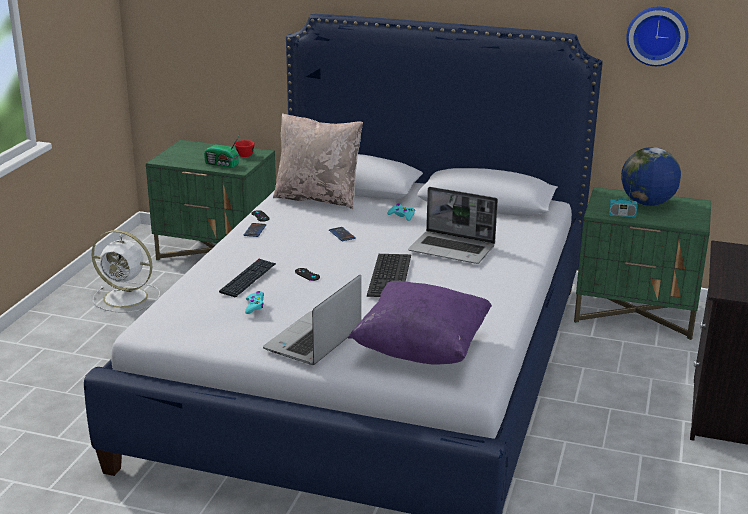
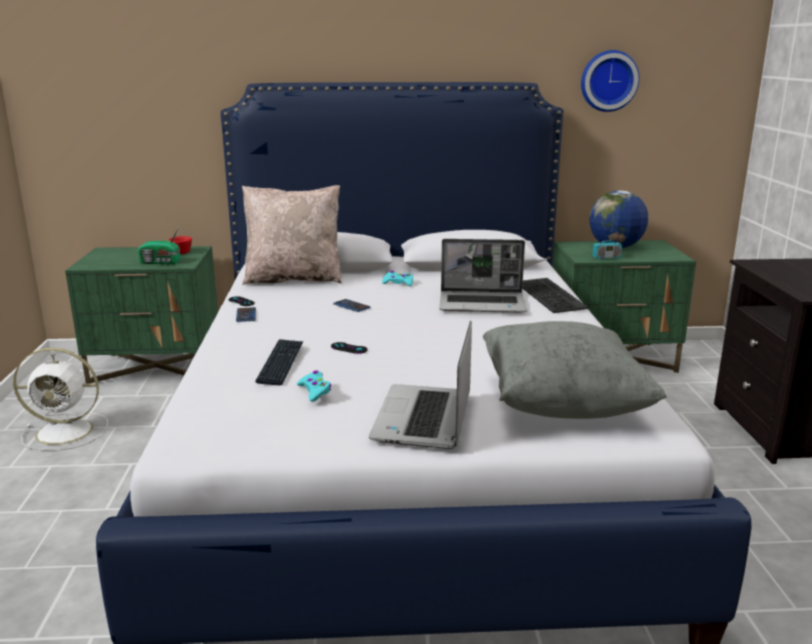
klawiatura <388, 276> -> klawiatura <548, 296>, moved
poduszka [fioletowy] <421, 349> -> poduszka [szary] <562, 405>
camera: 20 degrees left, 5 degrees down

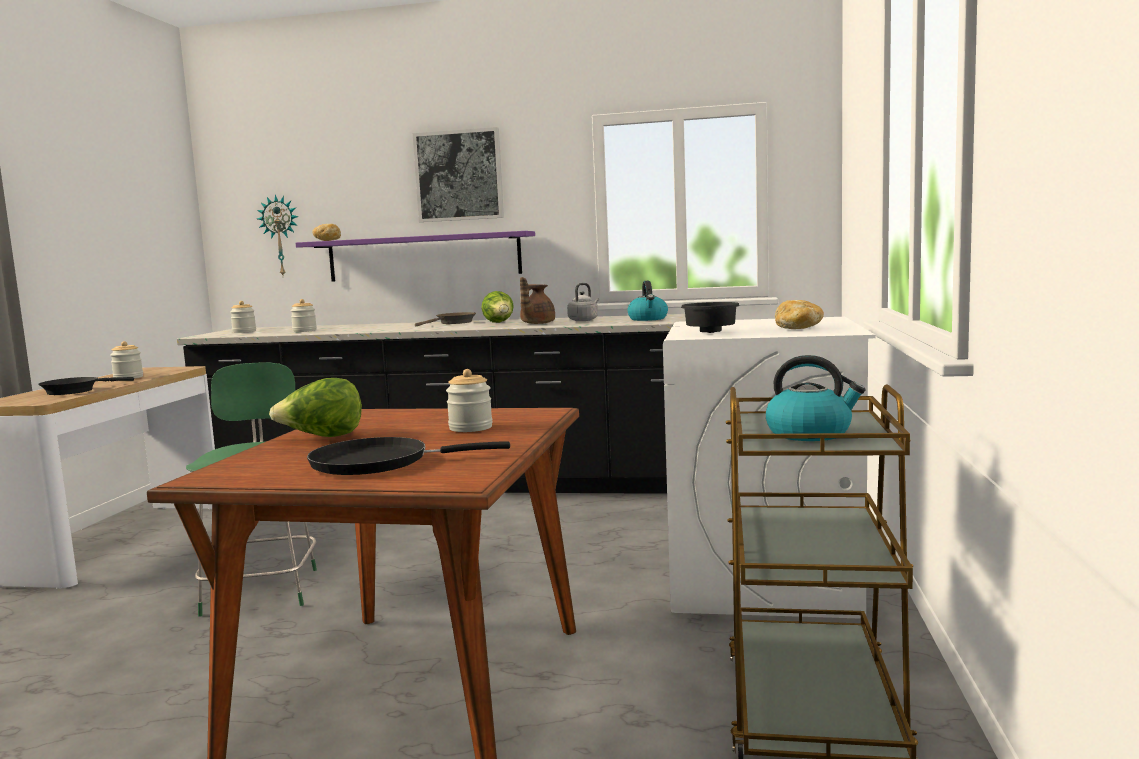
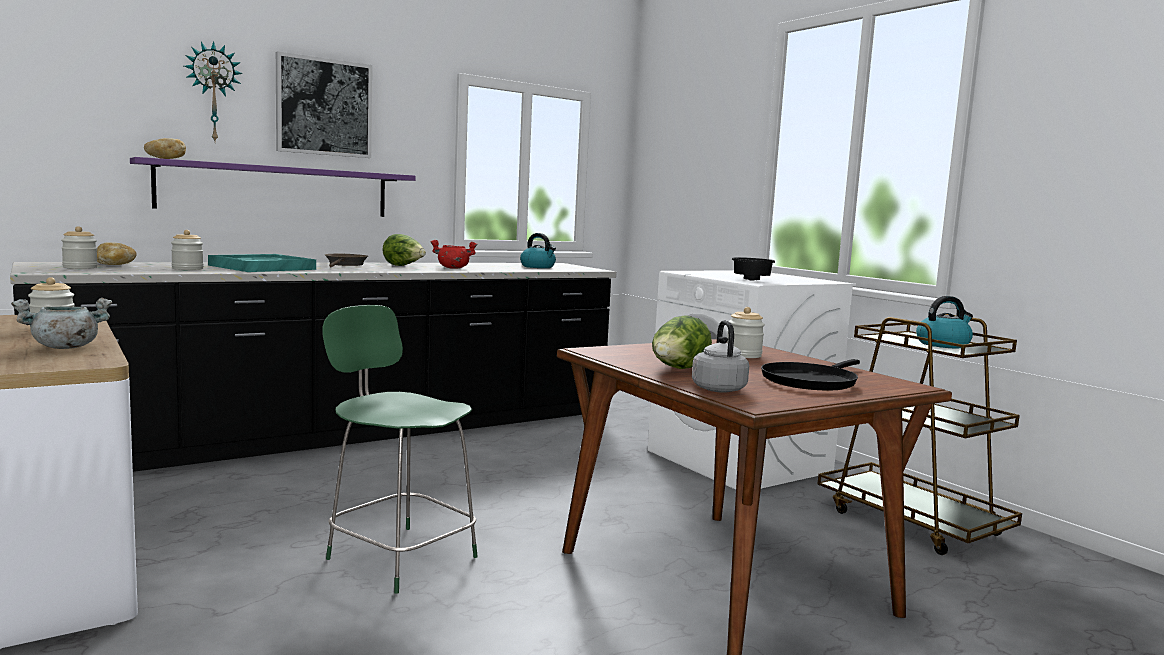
none -> taca [turkusowy] <261, 267>
zegar ścienny <281, 236> -> zegar ścienny <213, 92>, moved
czajnik [szary] <584, 320> -> czajnik [szary] <718, 388>, moved
chleb <798, 329> -> chleb <115, 265>, moved
patelnia [czarny] <75, 391> -> garnek [szary] <65, 347>
imbryk [brązowy] <536, 323> -> garnek [czerwony] <453, 268>
camera: 45 degrees left, 0 degrees up

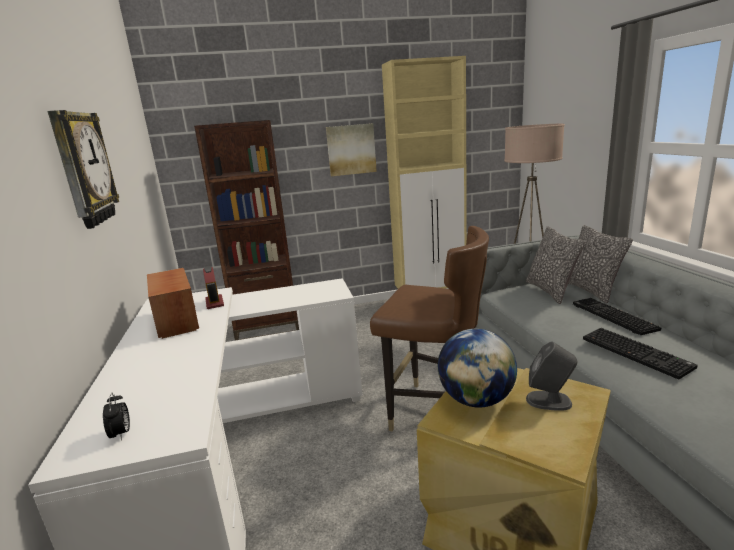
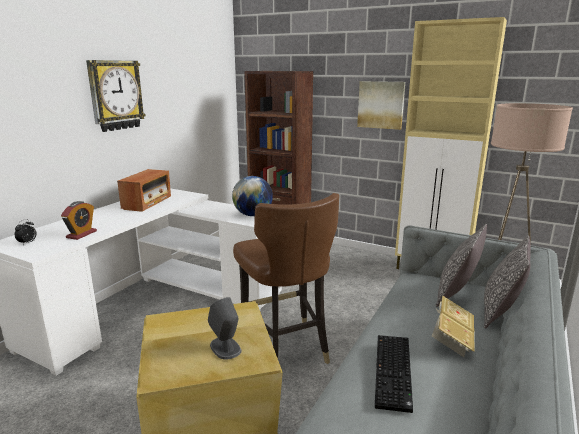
budzik <214, 302> -> budzik <81, 234>, moved
globus <476, 400> -> globus <253, 215>, moved
klawiatura <611, 317> -> książka <452, 338>
camera: 40 degrees right, 0 degrees up

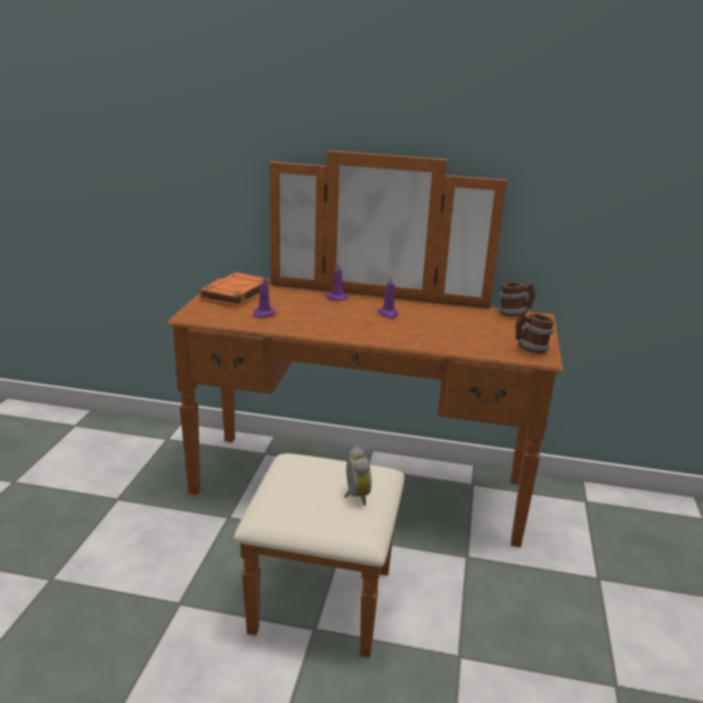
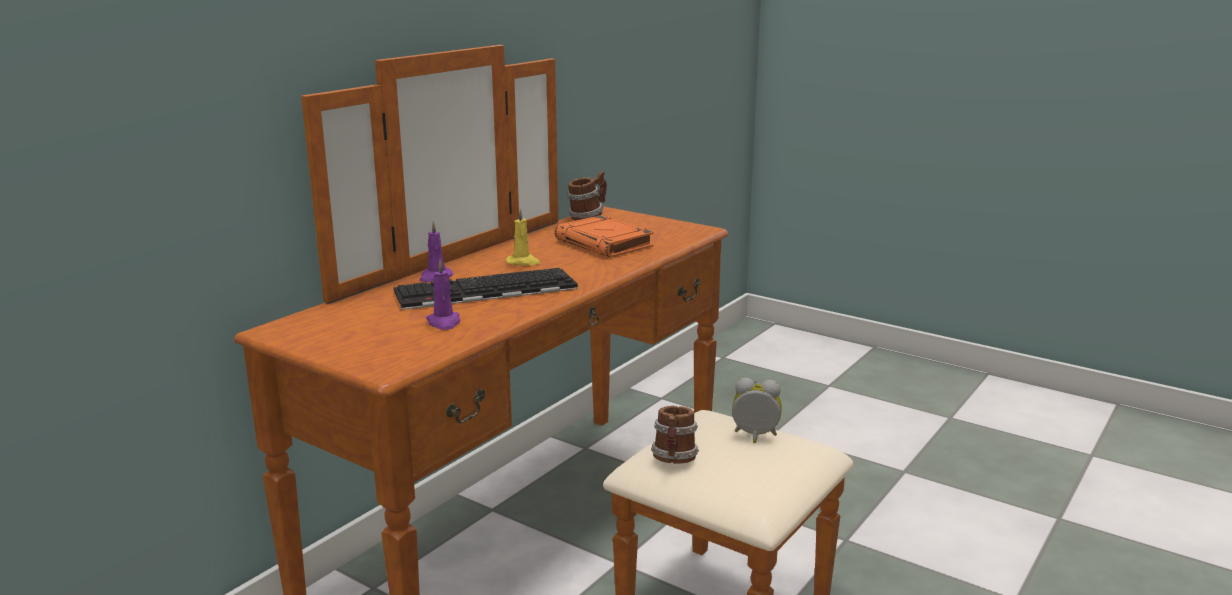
none -> klawiatura <484, 291>
książka [pomarańczowy] <235, 294> -> książka [pomarańczowy] <605, 243>, moved
kubek <530, 350> -> kubek <674, 460>, moved
świeca [fioletowy] <388, 314> -> świeca [żółty] <523, 262>
camera: 65 degrees left, 5 degrees down

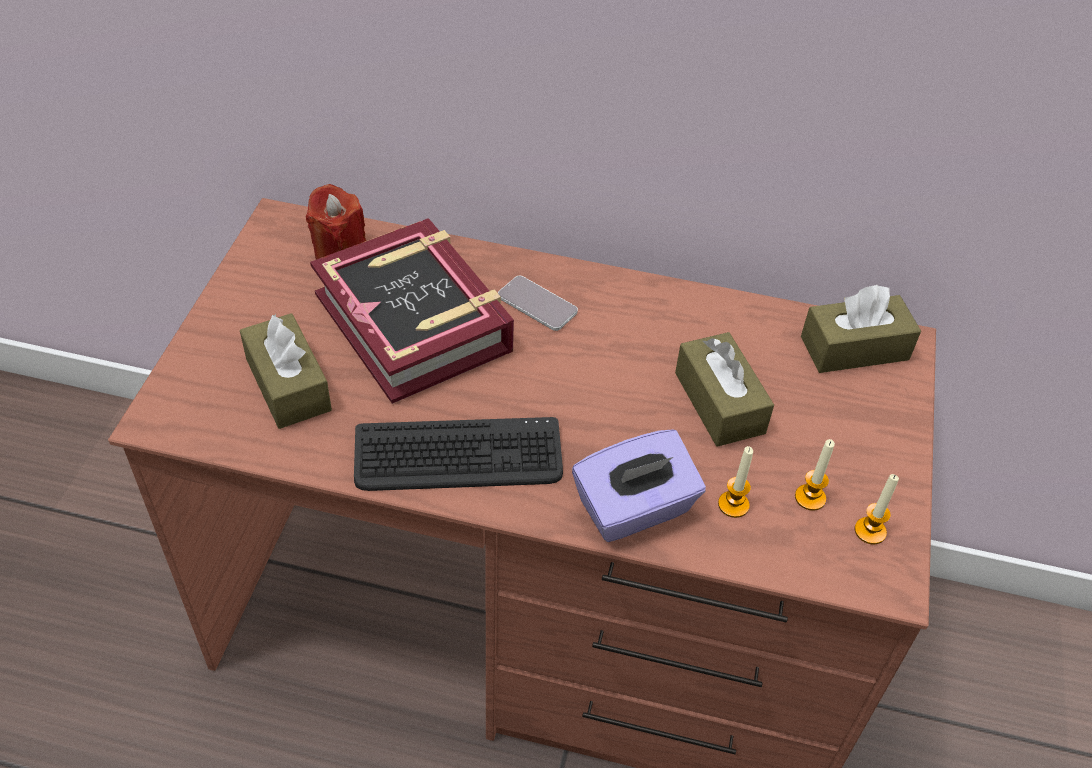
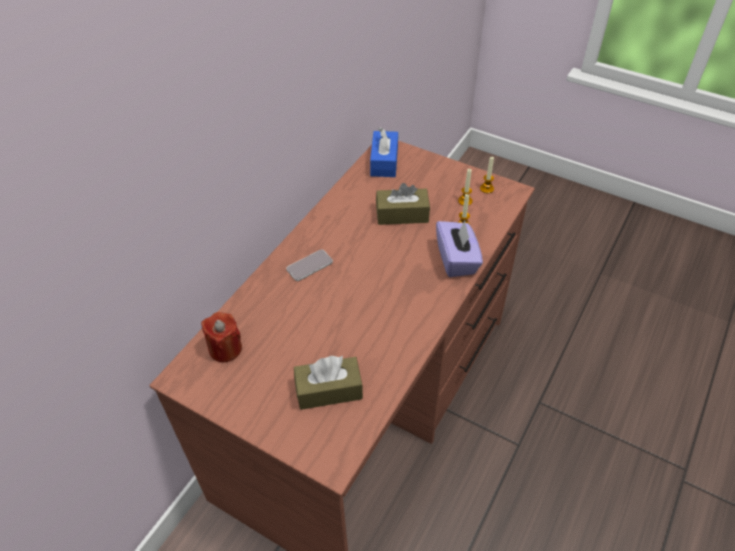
książka <414, 322> -> none
klawiatura <458, 457> -> none
pudełko chusteczek [brązowy] <854, 348> -> pudełko chusteczek [niebieski] <384, 161>
camera: 70 degrees left, 0 degrees up

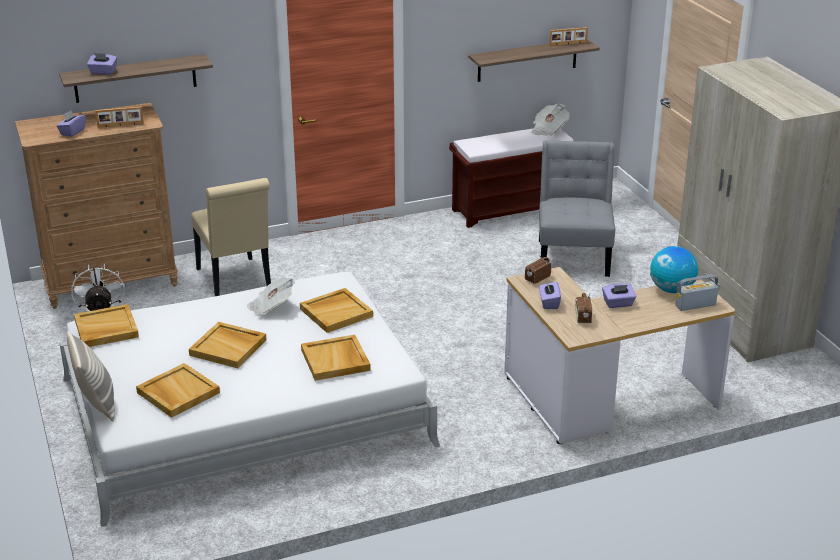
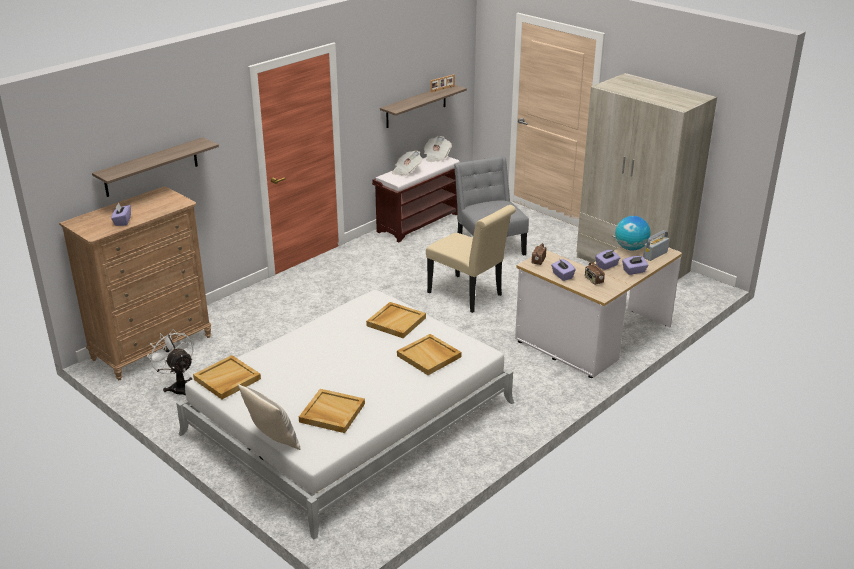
ramka na zdjęcie <120, 125> -> none
taca [beżowy] <229, 347> -> none
pudełko chusteczek [fioletowy] <103, 72> -> pudełko chusteczek [fioletowy] <634, 271>, moved
krzesło [beżowy] <235, 283> -> krzesło [beżowy] <468, 295>, moved
gazeta <271, 307> -> gazeta <406, 171>, moved
camera: 25 degrees left, 0 degrees up

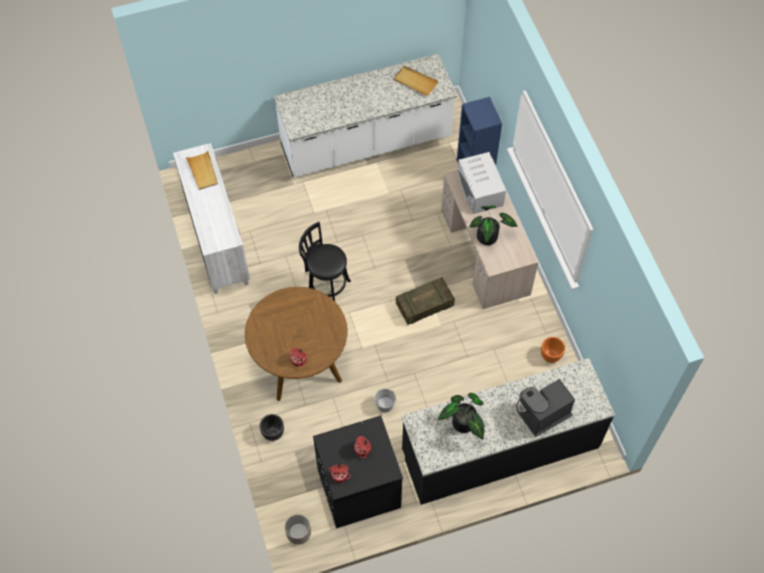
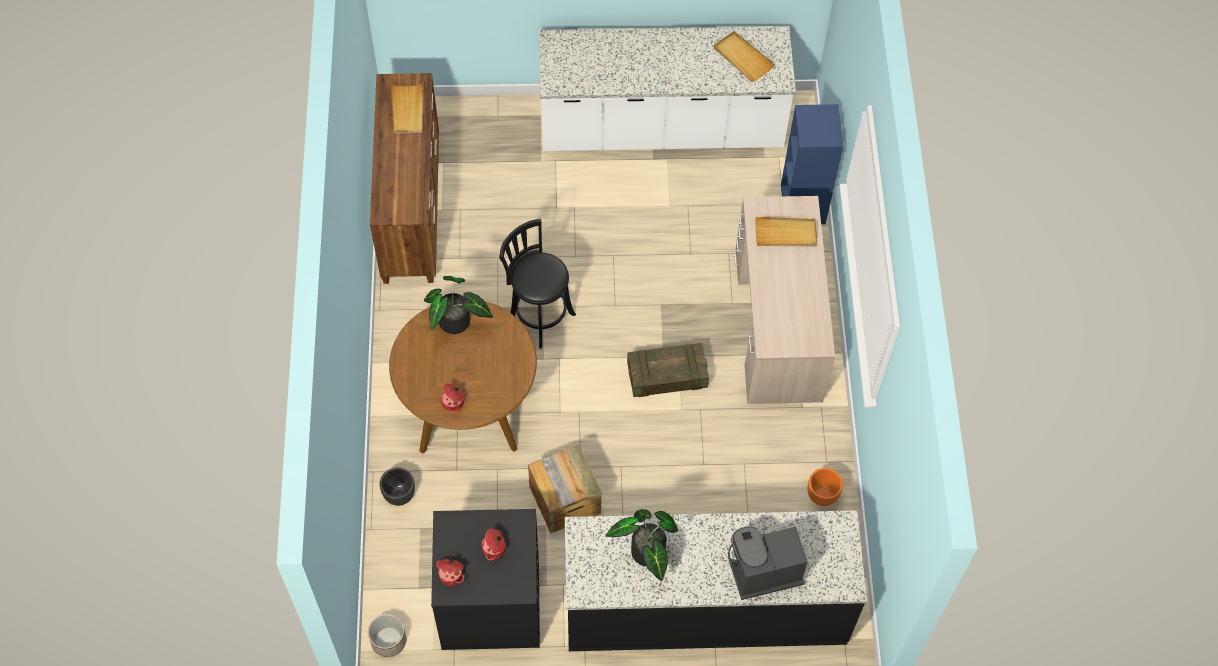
roślina doniczkowa <489, 238> -> roślina doniczkowa <457, 324>, moved
wiadro [biały] <385, 405> -> skrzynka <565, 500>
mikrofalówka [biały] <480, 190> -> taca [beżowy] <786, 234>
komoda [biały] <217, 239> -> komoda [brązowy] <412, 210>
camera: 15 degrees right, 0 degrees up

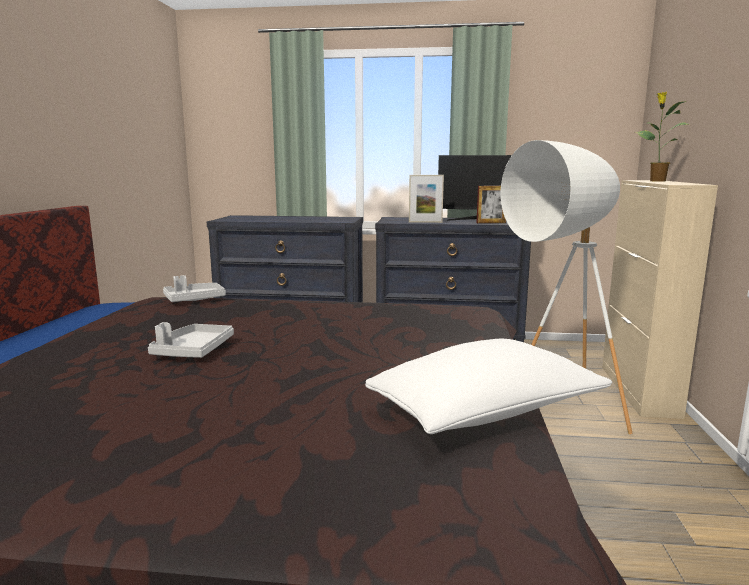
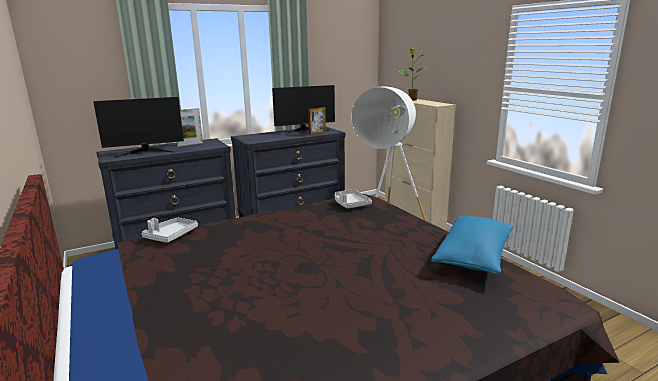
none -> monitor <145, 152>
taca [szary] <193, 351> -> taca [szary] <350, 204>, moved
ramka na zdjęcie <425, 222> -> ramka na zdjęcie <190, 144>, moved
poduszka [biały] <486, 414> -> poduszka [niebieski] <474, 257>
camera: 35 degrees left, 5 degrees up

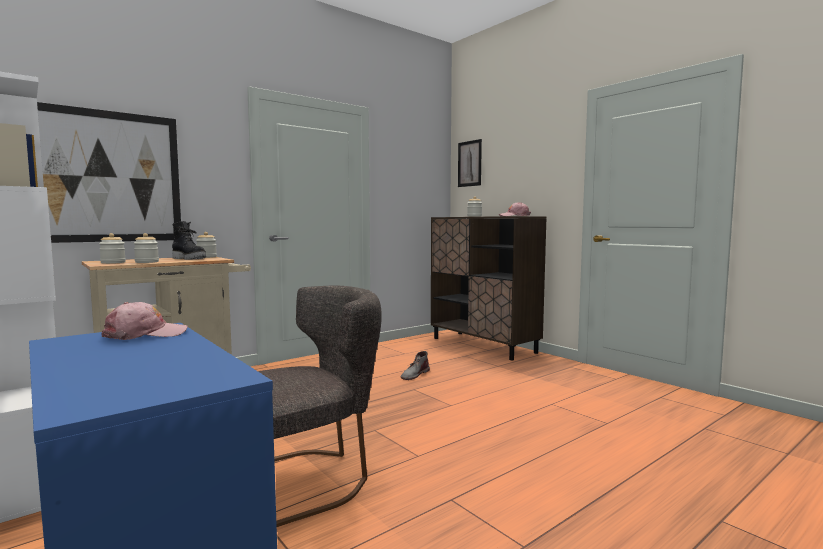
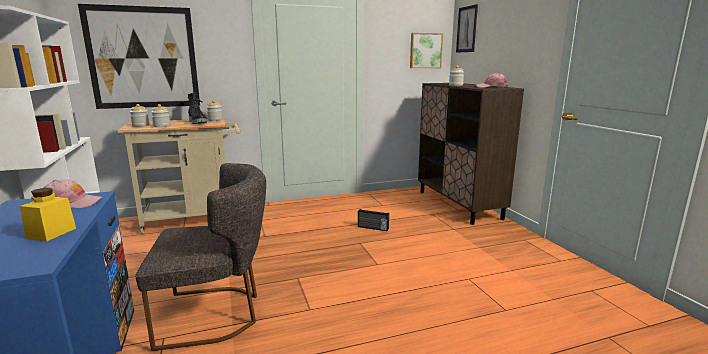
none -> słoik [żółty] <51, 233>
none -> obraz <425, 50>
but z cholewką [szary] <414, 374> -> radio <373, 228>
camera: 20 degrees right, 10 degrees up

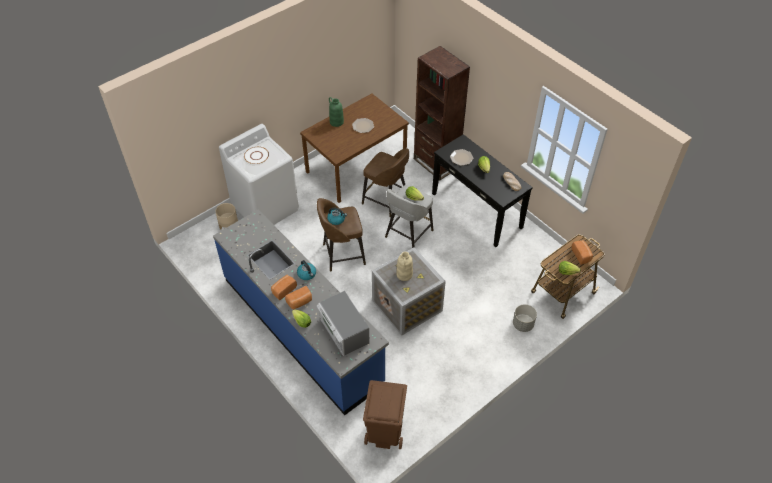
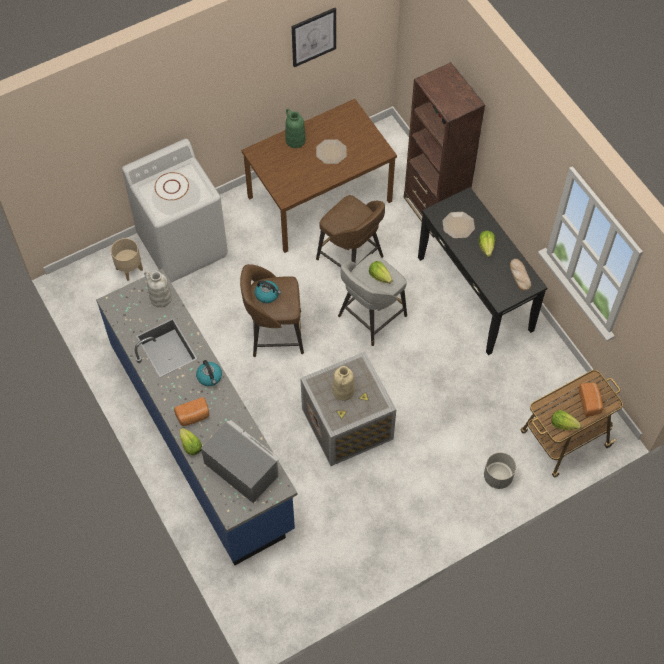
chleb <283, 290> -> none
kosz na śmieci [brązowy] <384, 432> -> none
none -> wazon [biały] <160, 298>
none -> obraz <313, 37>
mikrofalówka <343, 331> -> mikrofalówka <242, 468>, 150 degrees clockwise
camera: 10 degrees right, 10 degrees up

